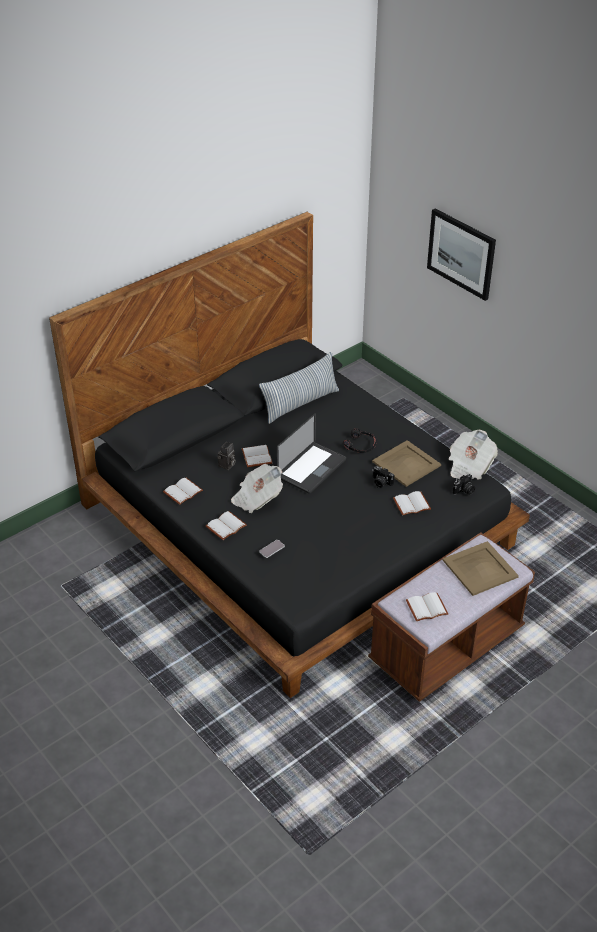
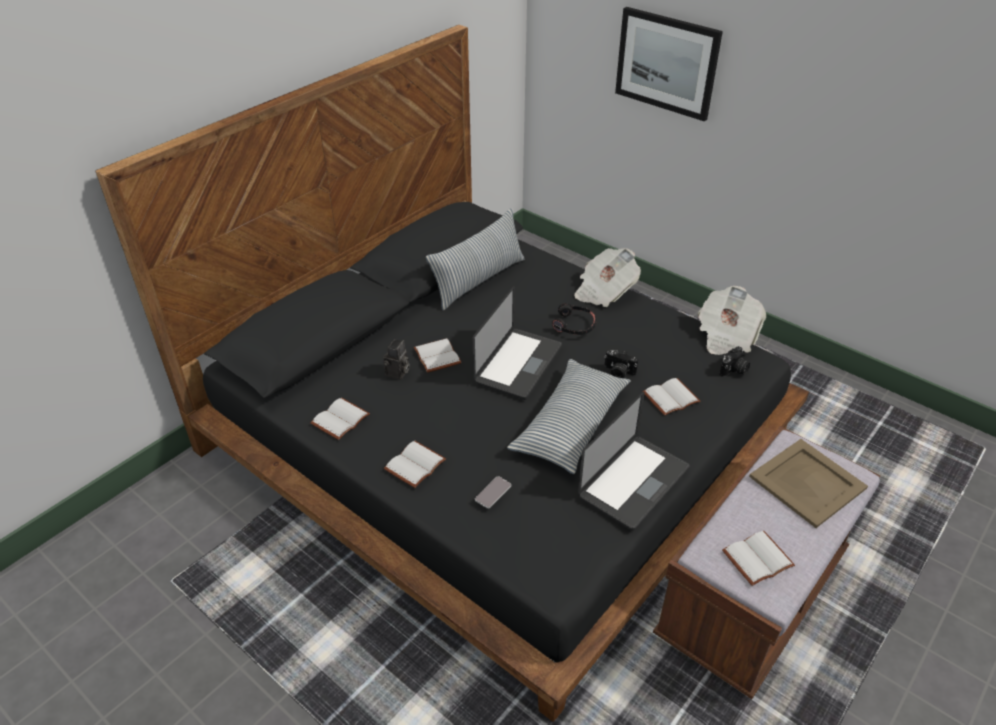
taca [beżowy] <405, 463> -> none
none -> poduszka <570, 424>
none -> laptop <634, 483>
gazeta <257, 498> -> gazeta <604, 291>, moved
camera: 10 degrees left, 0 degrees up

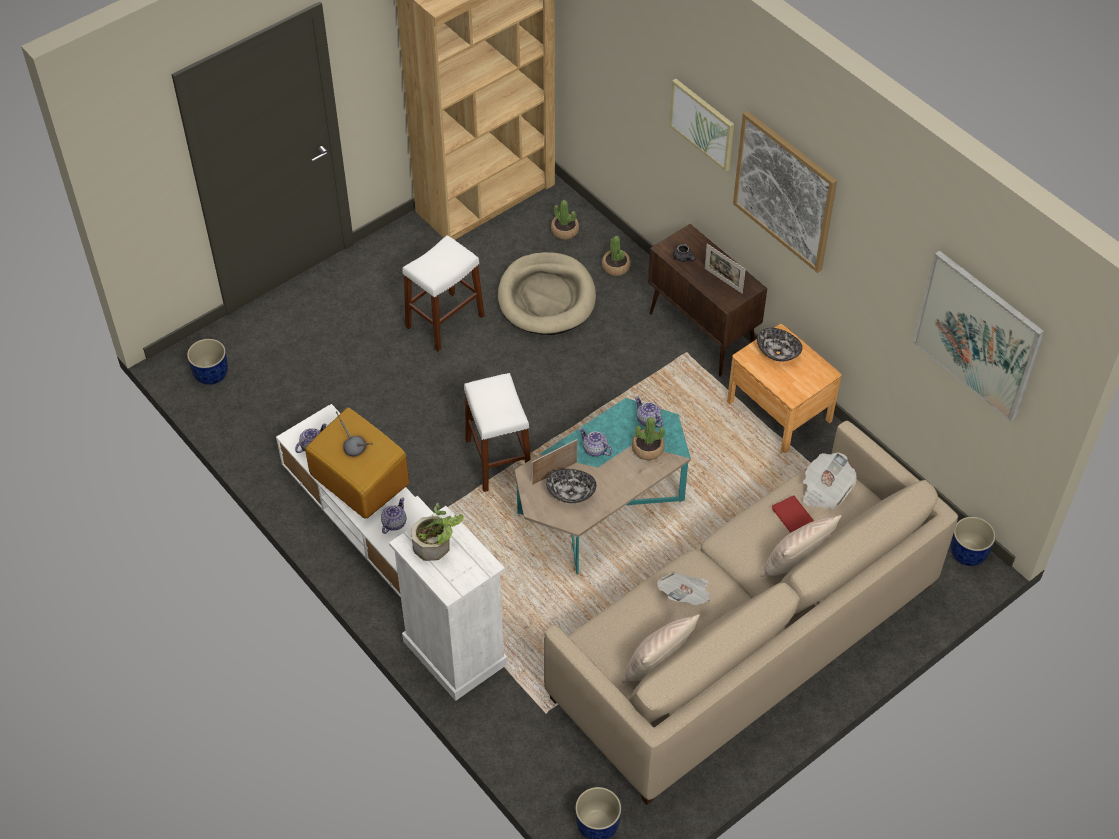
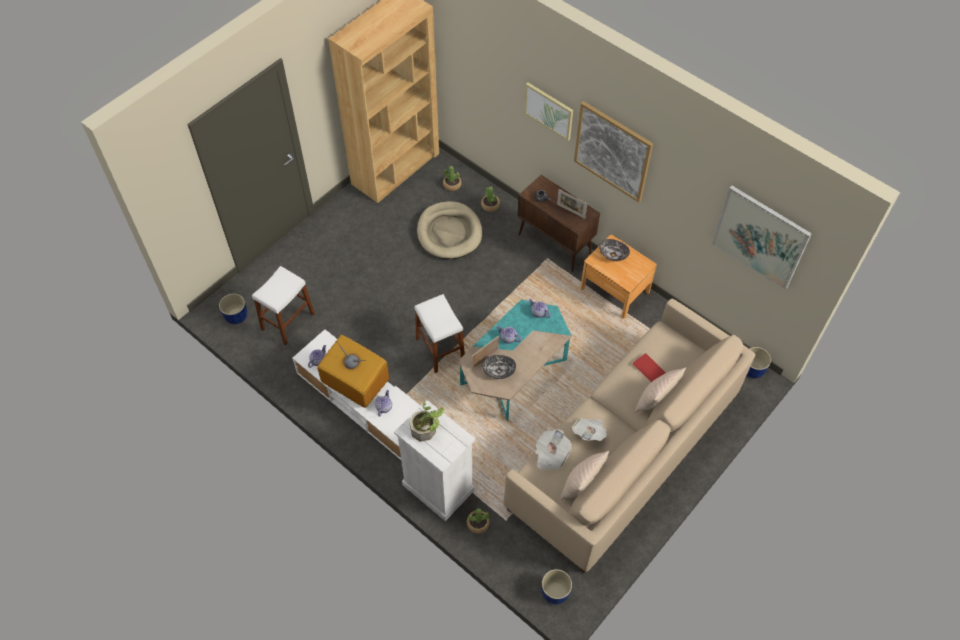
stołek [biały] <445, 321> -> stołek [biały] <288, 321>, moved
roślina doniczkowa <647, 449> -> roślina doniczkowa <478, 523>, moved
gazeta <825, 490> -> gazeta <551, 455>, moved
camera: 10 degrees left, 5 degrees up

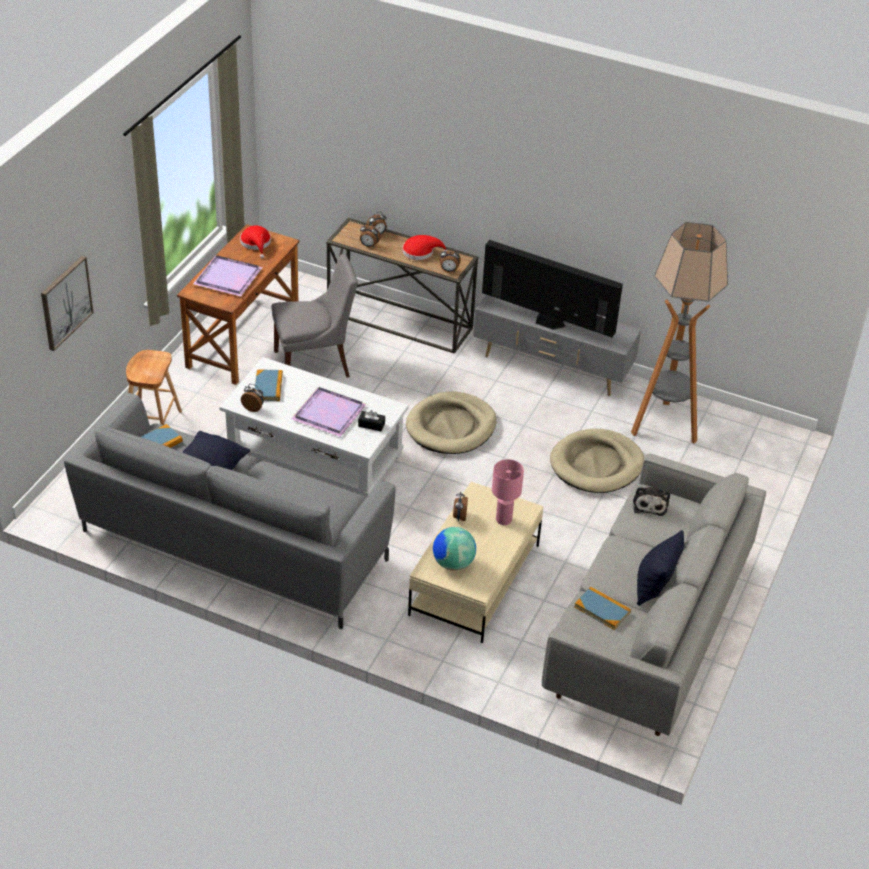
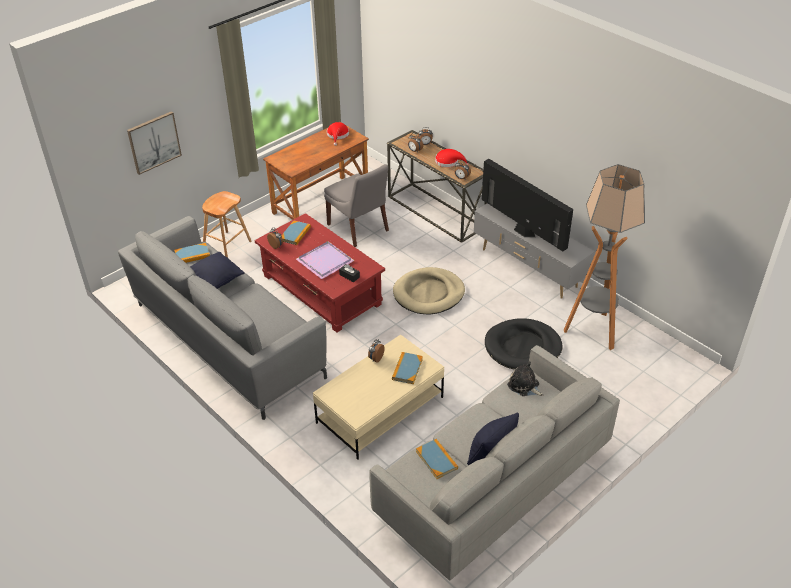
taca [fioletowy] <226, 278> -> none
globus <453, 563> -> none
lampa stołowa [różowy] <503, 520> -> książka <407, 369>
ława [biały] <314, 453> -> ława [czerwony] <321, 289>
legowisko [beżowy] <596, 465> -> legowisko [czarny] <523, 347>
krzesło [szary] <315, 363> -> krzesło [szary] <359, 229>, 45 degrees clockwise
pluszak <650, 504> -> pluszak <524, 386>, 105 degrees clockwise
camera: 25 degrees right, 0 degrees up

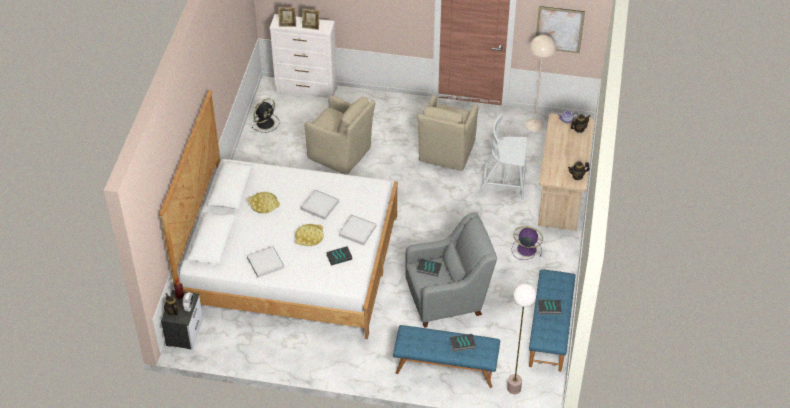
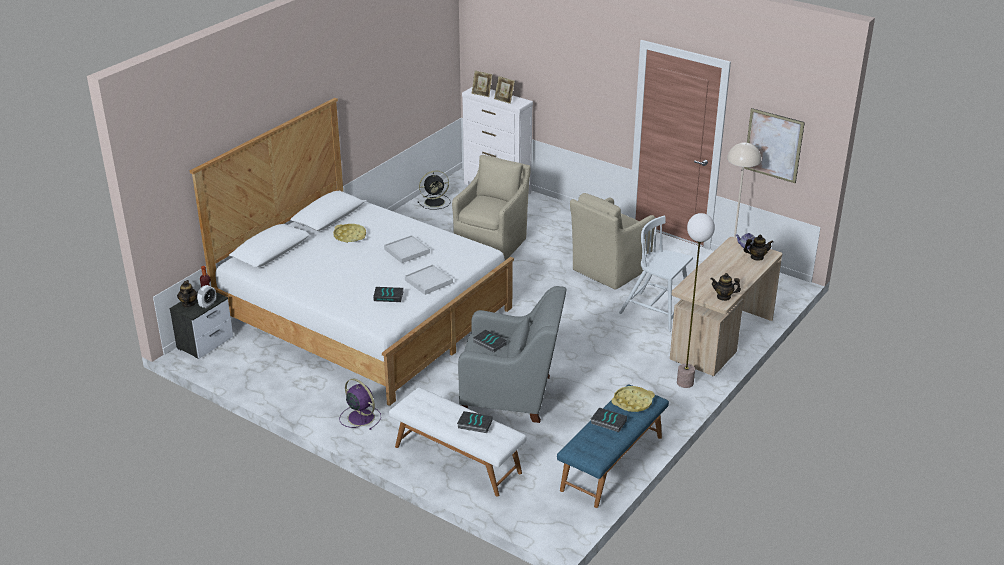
taca [biały] <265, 263> -> none
taca [żółty] <309, 237> -> taca [żółty] <632, 402>, moved
lampa stojąca <514, 388> -> lampa stojąca <685, 383>, moved
wentylator [fioletowy] <525, 249> -> wentylator [fioletowy] <360, 417>, moved
ławka [niebieski] <445, 368> -> ławka [biały] <457, 460>
fotel [beżowy] <341, 154> -> fotel [beżowy] <492, 244>, 120 degrees counterclockwise
camera: 25 degrees right, 15 degrees down

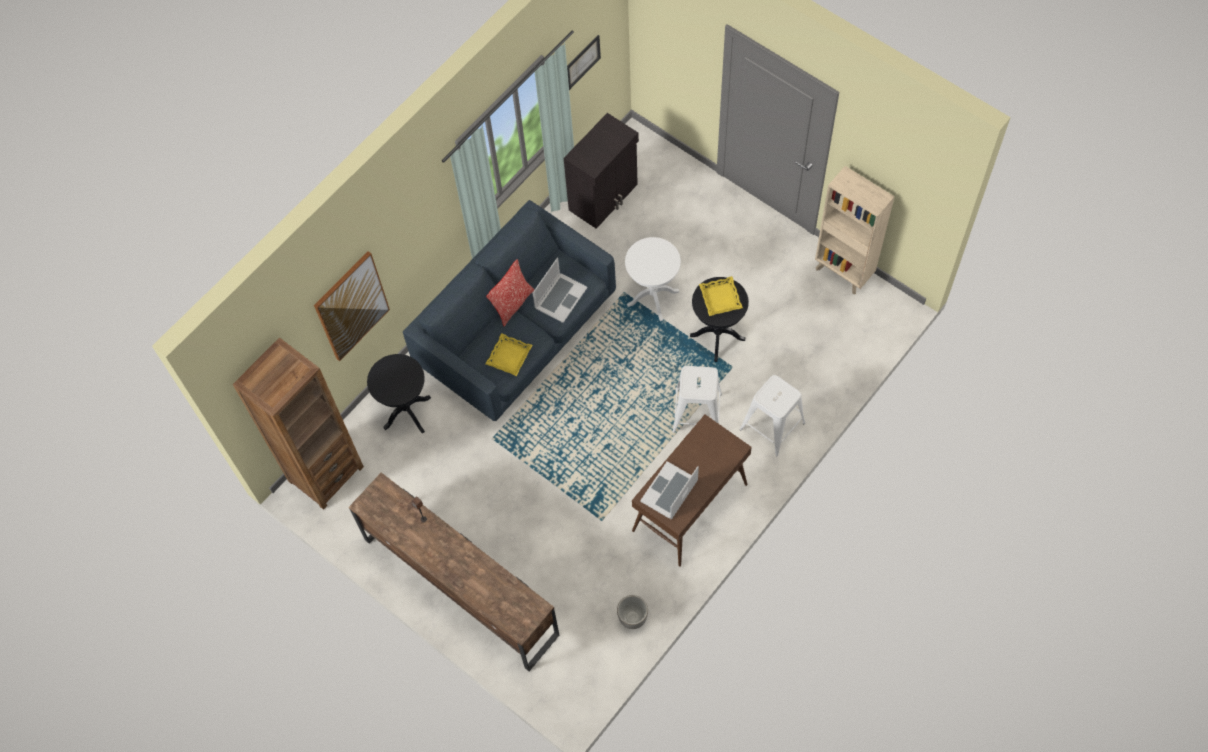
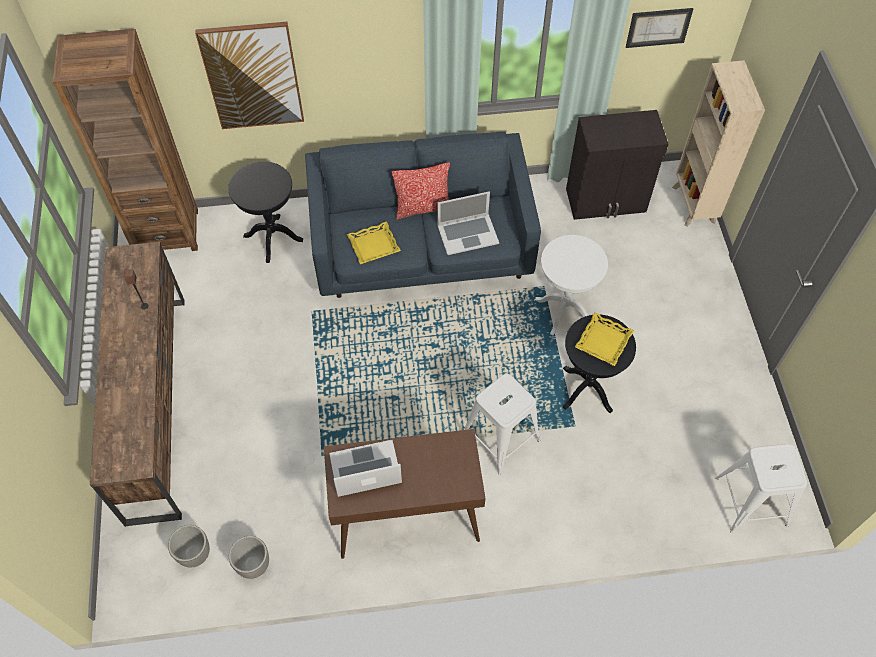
none -> donica <195, 554>
stołek [biały] <772, 426> -> stołek [biały] <751, 501>, moved
regał [beżowy] <843, 273> -> regał [beżowy] <693, 205>, moved
camera: 40 degrees right, 5 degrees down

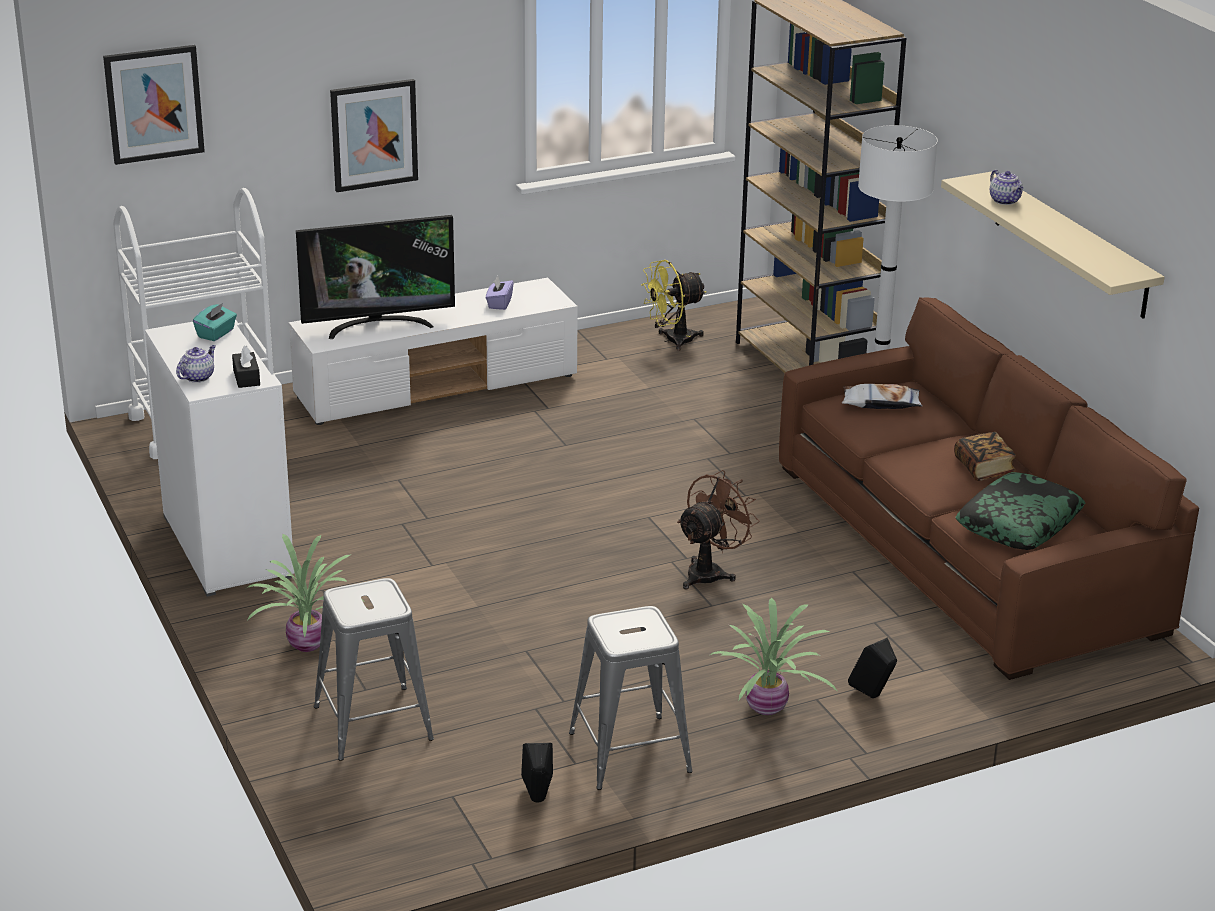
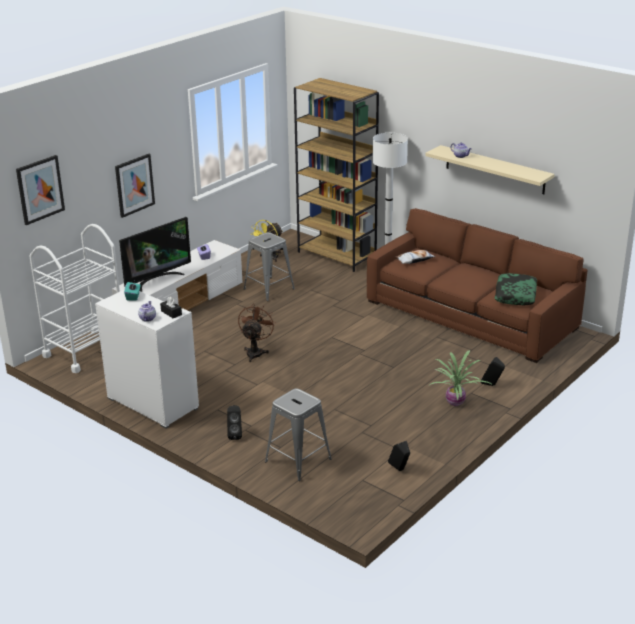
książka <984, 468> -> none
stołek [szary] <630, 752> -> stołek [szary] <269, 289>, moved
wentylator [brązowy] <710, 572> -> wentylator [brązowy] <256, 352>, moved
roślina doniczkowa <309, 643> -> głośnik [czarny] <235, 435>
camera: 25 degrees left, 0 degrees up

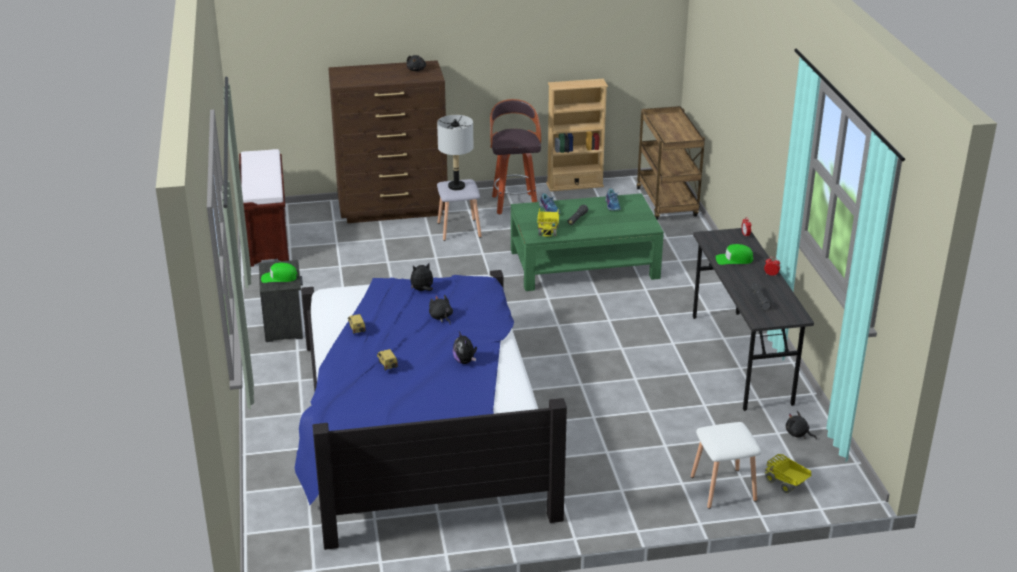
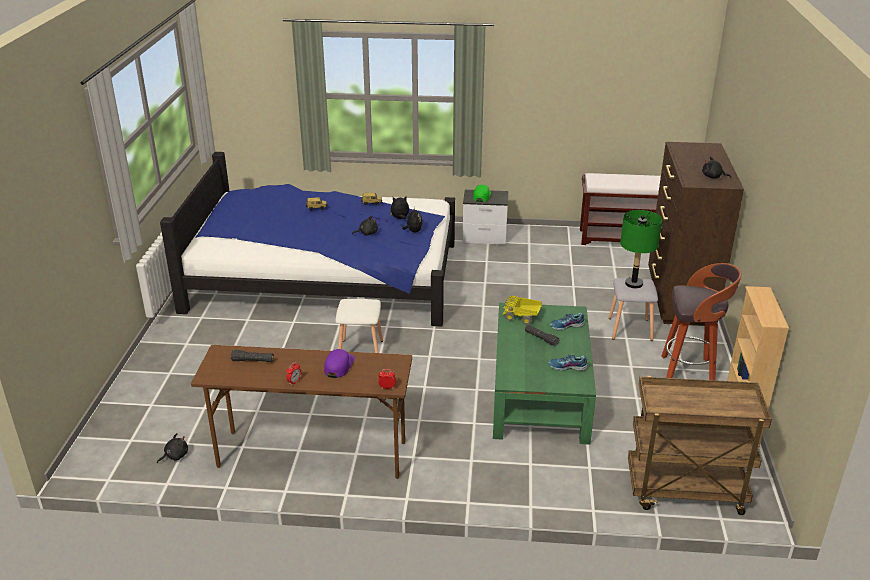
ciężarówka zabawkowa <786, 483> -> none
pluszak <465, 361> -> pluszak <400, 218>, moved
stołek [biały] <724, 489> -> stołek [biały] <359, 352>, moved
lampa stołowa [szary] <456, 186> -> lampa stołowa [zielony] <633, 284>
biurko [szary] <741, 359> -> biurko [brązowy] <311, 455>
czapka z daszkiem [zielony] <734, 259> -> czapka z daszkiem [fioletowy] <339, 366>
camera: 105 degrees right, 0 degrees up

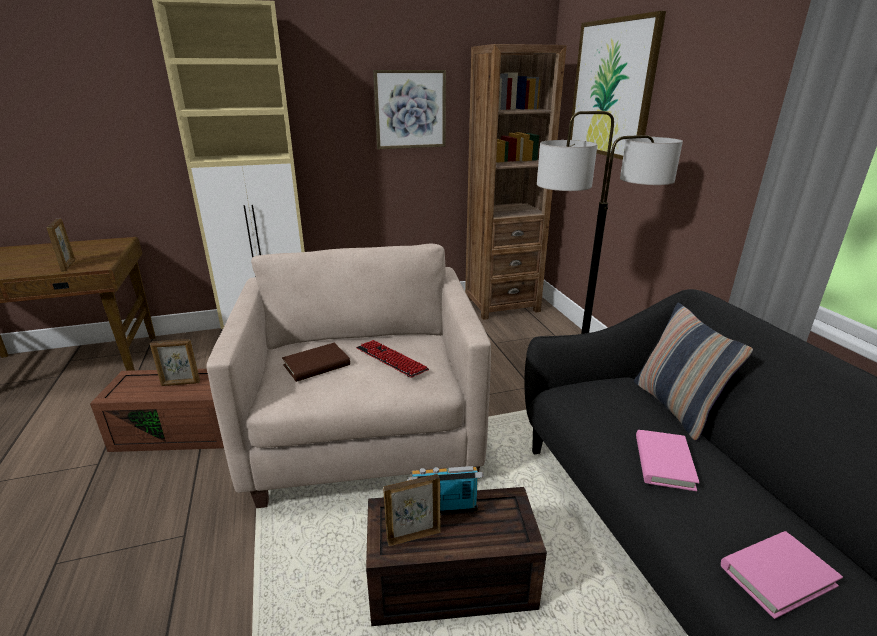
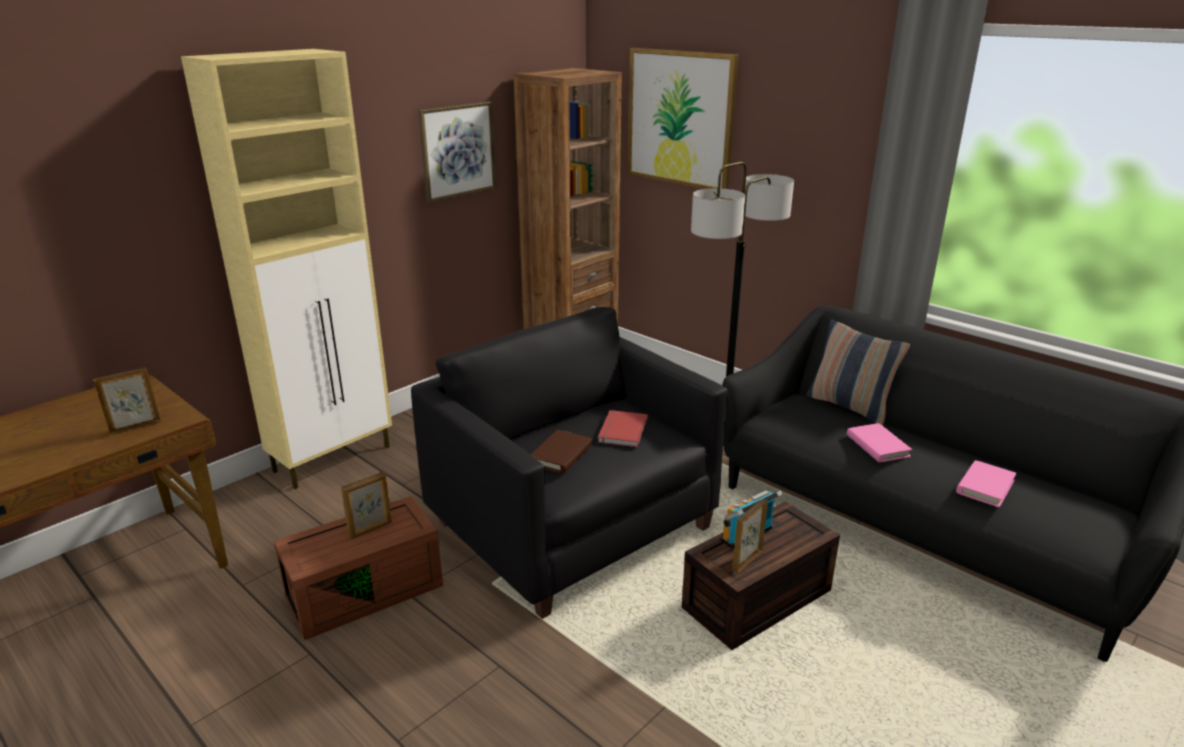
klawiatura <391, 360> -> książka [czerwony] <621, 430>
fotel [beżowy] <364, 437> -> fotel [czarny] <572, 527>
ramka na zdjęcie <69, 265> -> ramka na zdjęcie <135, 428>, 75 degrees counterclockwise
camera: 30 degrees left, 0 degrees up

